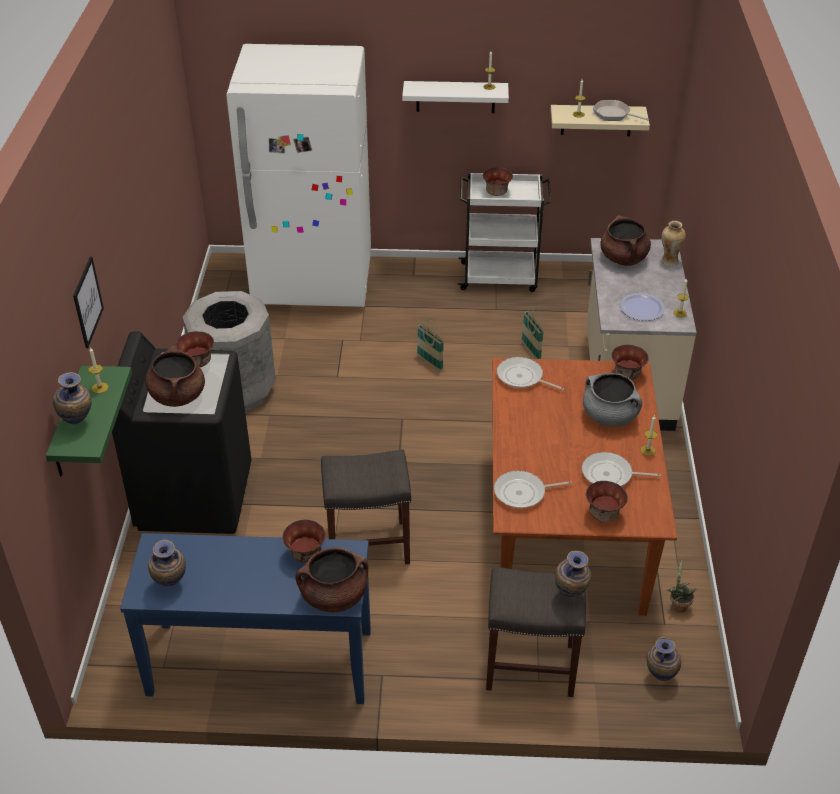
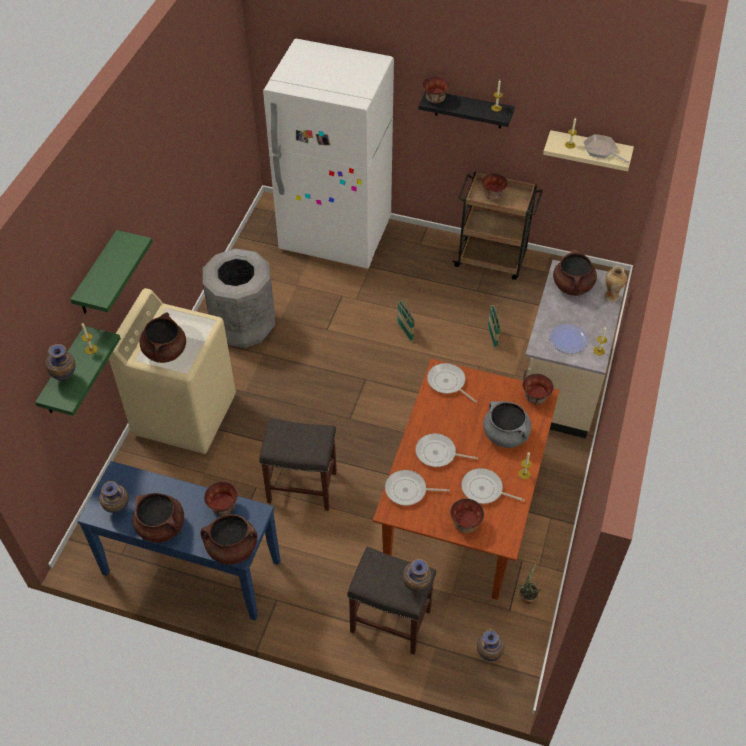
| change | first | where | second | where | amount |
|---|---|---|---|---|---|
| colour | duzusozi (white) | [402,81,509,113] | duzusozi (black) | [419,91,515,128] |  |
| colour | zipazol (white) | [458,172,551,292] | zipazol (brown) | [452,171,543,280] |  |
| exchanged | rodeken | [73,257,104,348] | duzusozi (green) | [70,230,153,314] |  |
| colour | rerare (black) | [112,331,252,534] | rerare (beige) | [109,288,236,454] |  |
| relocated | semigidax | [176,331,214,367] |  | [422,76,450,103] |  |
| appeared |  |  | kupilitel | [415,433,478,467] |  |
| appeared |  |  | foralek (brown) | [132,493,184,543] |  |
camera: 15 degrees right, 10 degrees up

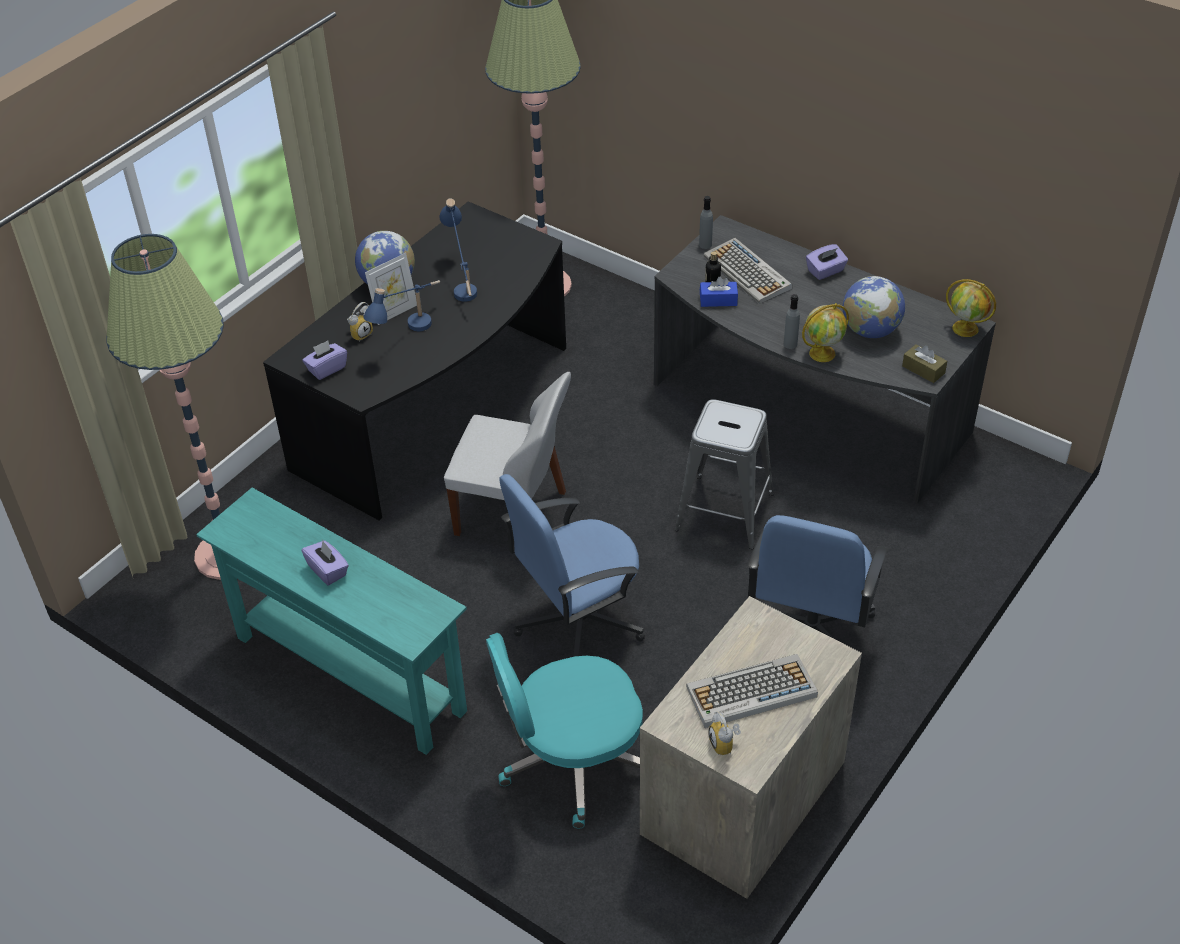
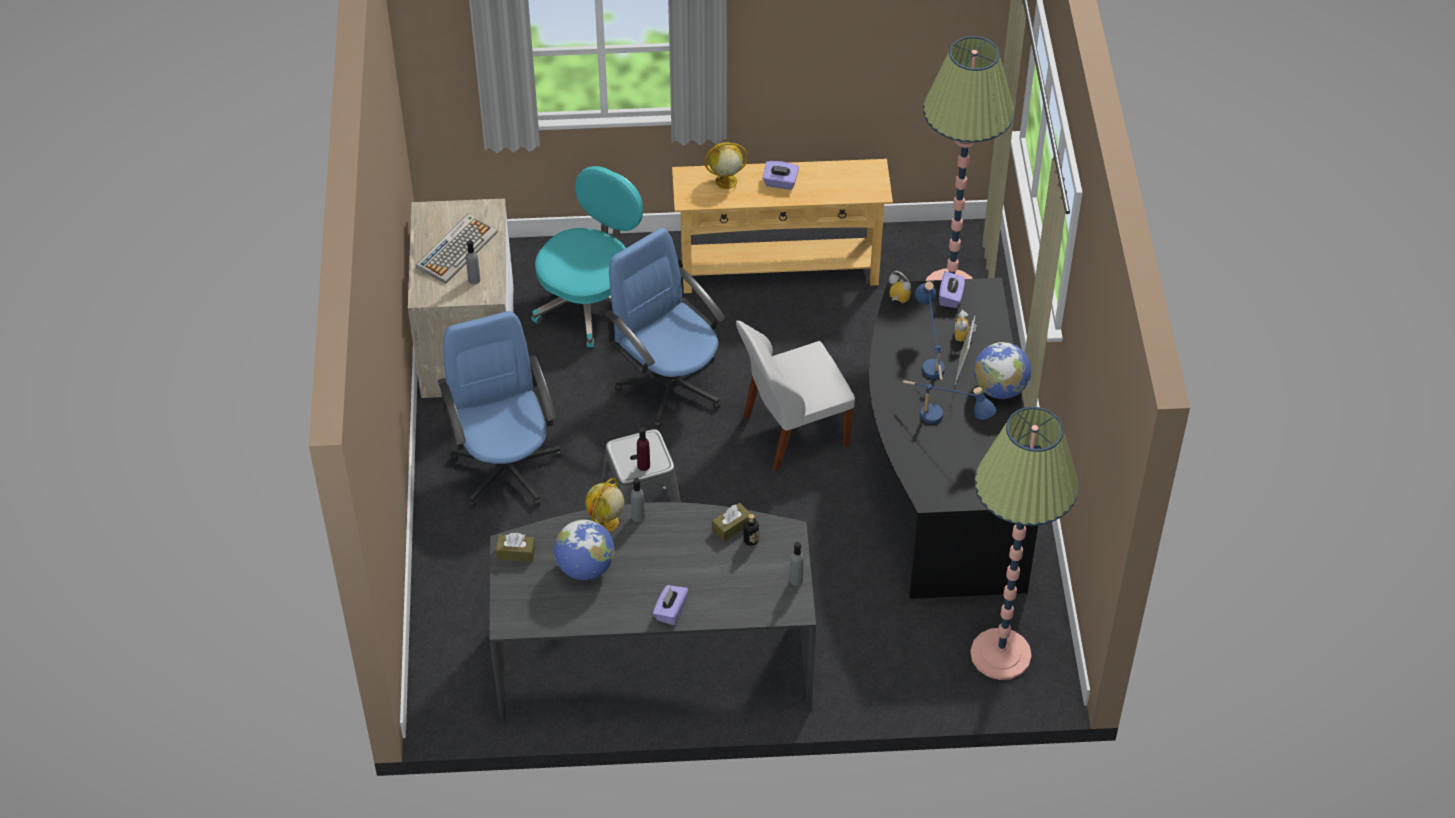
| change | first | where | second | where | amount |
|---|---|---|---|---|---|
| missing | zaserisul | [703,238,792,304] |  |  |  |
| colour | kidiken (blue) | [700,277,738,307] | kidiken (brown) | [712,503,751,542] |  |
| relocated | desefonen | [946,279,996,337] |  | [704,142,748,189] |  |
| spun | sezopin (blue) | [499,474,645,657] |  | [605,228,725,428] | 60 degrees counterclockwise |
| colour | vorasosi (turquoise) | [196,488,467,755] | vorasosi (beige) | [672,159,893,293] |  |
| relocated | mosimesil | [708,711,741,755] |  | [889,271,911,303] |  |
| appeared |  |  | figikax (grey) | [466,240,480,285] |  |
| appeared |  |  | figikax (purple) | [637,427,650,471] |  |
camera: 140 degrees right, 5 degrees up

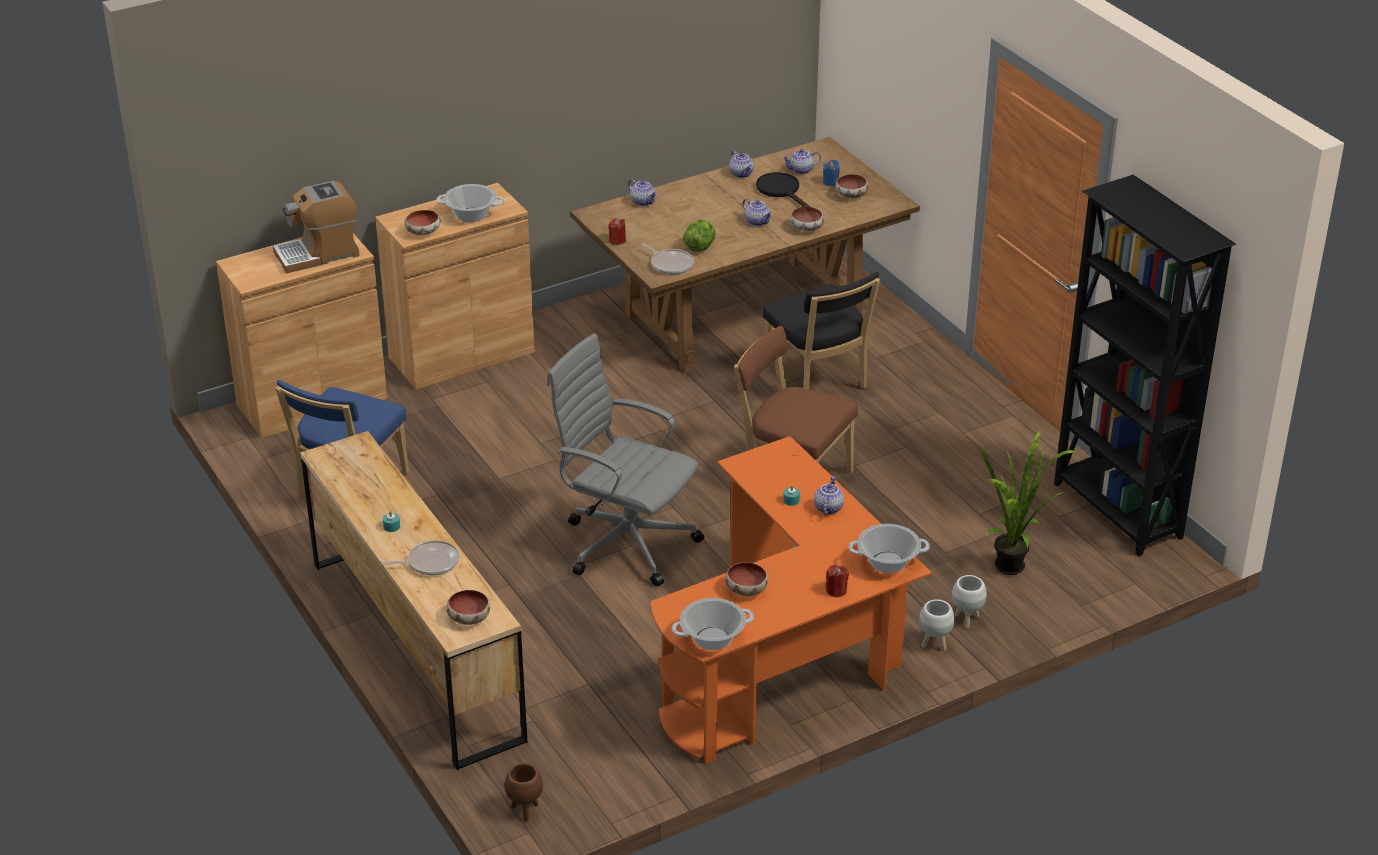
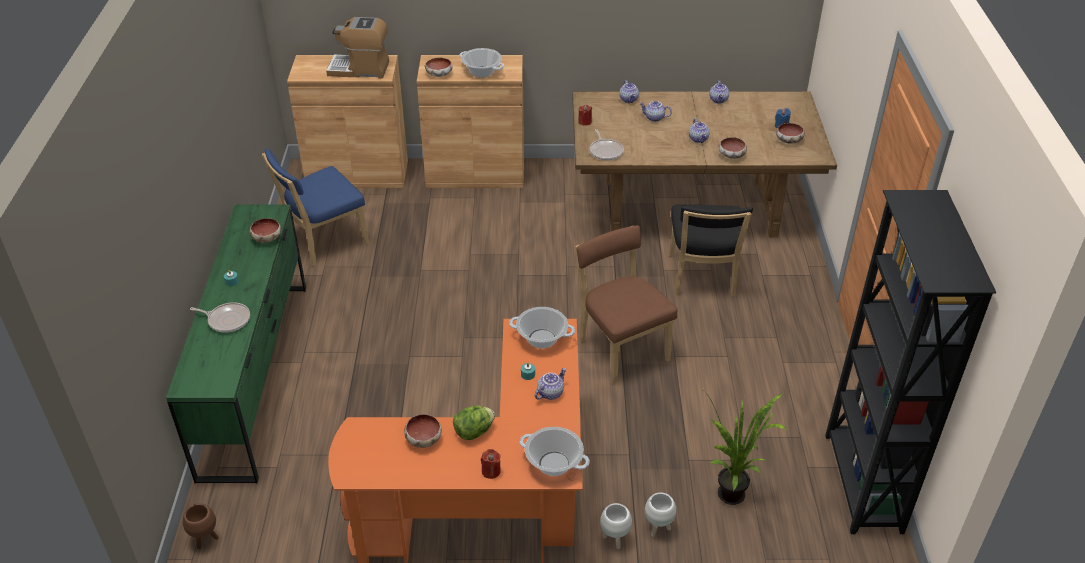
| change | first | where | second | where | amount |
|---|---|---|---|---|---|
| relocated | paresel | [782,149,821,174] |  | [639,101,672,122] |  |
| missing | kupilitel (black) | [756,172,810,207] |  |  |  |
| relocated | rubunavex | [683,220,716,252] |  | [453,406,495,440] |  |
| missing | sezopin (grey) | [547,333,704,586] |  |  |  |
| colour | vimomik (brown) | [300,431,528,770] | vimomik (green) | [166,204,306,483] |  |
| relocated | semigidax | [446,590,490,625] |  | [250,218,281,243] |  |
| relocated | foralek | [672,598,754,650] |  | [509,307,575,349] |  |
camera: 30 degrees right, 5 degrees up

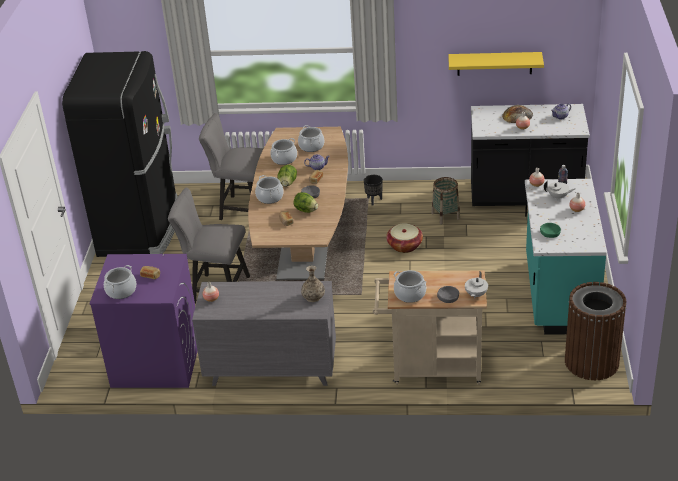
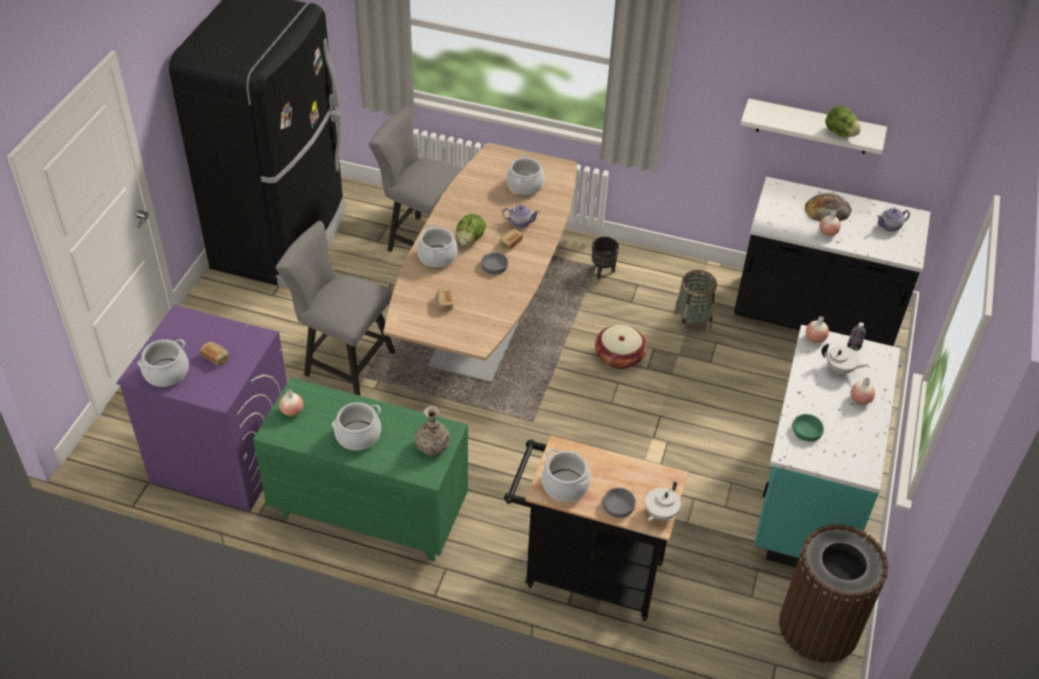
| change | first | where | second | where | amount |
|---|---|---|---|---|---|
| colour | duzusozi (yellow) | [448,52,544,76] | duzusozi (white) | [740,99,887,154] |  |
| relocated | foralek | [270,138,297,165] |  | [332,402,381,450] |  |
| relocated | rubunavex | [294,192,318,213] |  | [825,106,861,137] |  |
| colour | zipazol (beige) | [373,271,487,385] | zipazol (black) | [504,435,688,621] |  |
| colour | vimomik (grey) | [192,281,336,386] | vimomik (green) | [253,378,468,561] |  |
camera: 10 degrees right, 10 degrees up

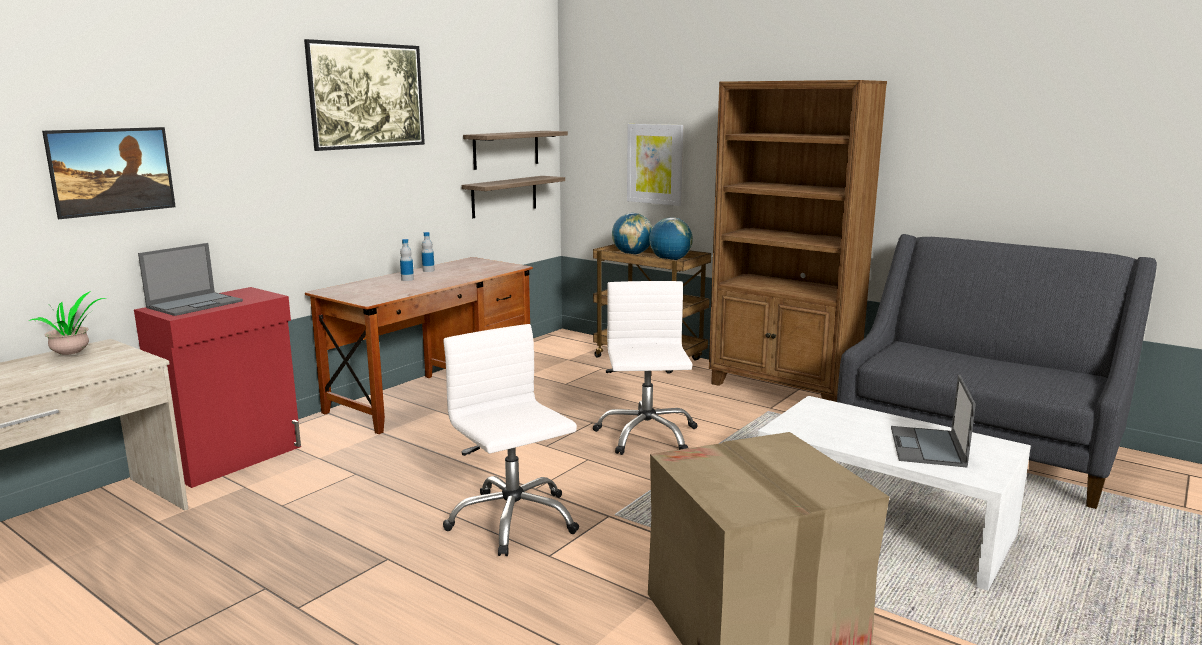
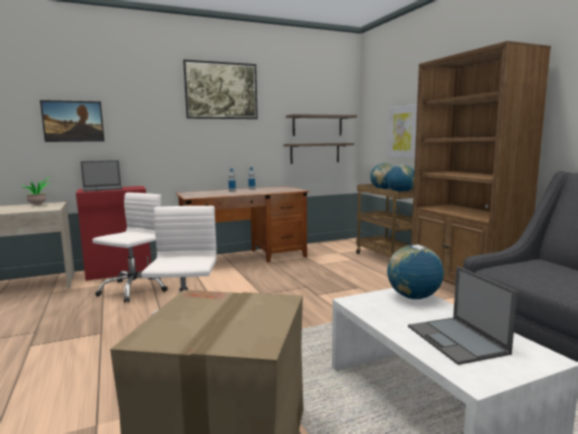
| change | first | where | second | where | amount |
|---|---|---|---|---|---|
| relocated | sezopin (white) | [593,281,697,455] |  | [92,193,168,303] |  |
| spun | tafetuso | [891,375,976,467] |  | [408,266,518,365] | 60 degrees counterclockwise |
| appeared |  |  | desefonen | [387,245,444,299] |  |
camera: 30 degrees right, 5 degrees down

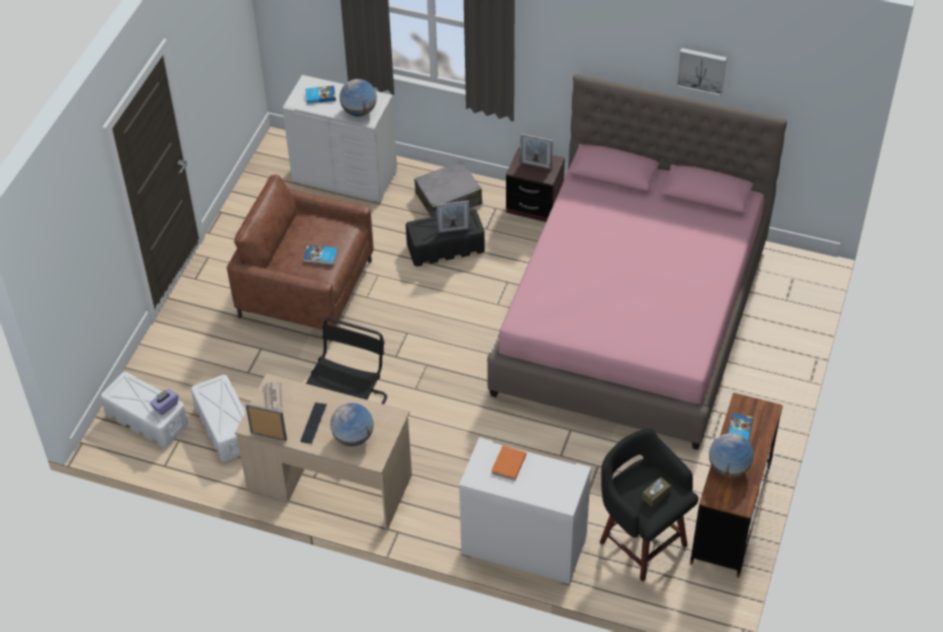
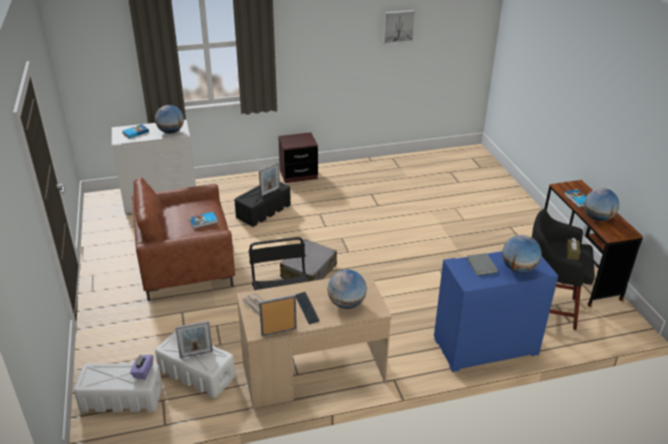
| change | first | where | second | where | amount |
|---|---|---|---|---|---|
| missing | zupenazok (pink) | [487,74,787,450] |  |  |  |
| relocated | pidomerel | [520,133,553,170] |  | [175,321,213,358] |  |
| relocated | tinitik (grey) | [414,161,482,217] |  | [280,239,337,281] |  |
| colour | vimomik (white) | [459,437,591,586] | vimomik (blue) | [434,251,558,372] |  |
| colour | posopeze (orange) | [491,446,527,480] | posopeze (grey) | [466,253,498,276] |  |
| appeared |  |  | desefonen | [502,235,542,273] |  |
camera: 35 degrees left, 15 degrees down

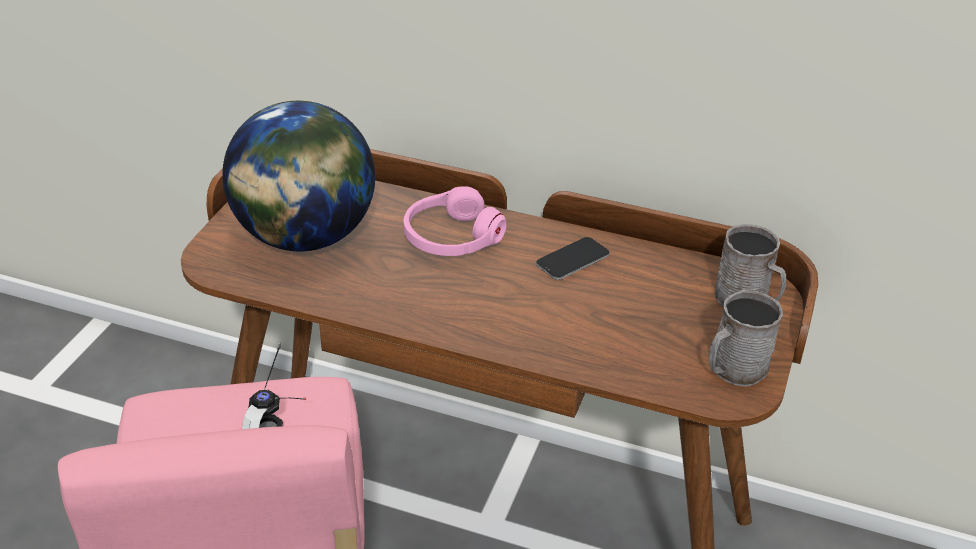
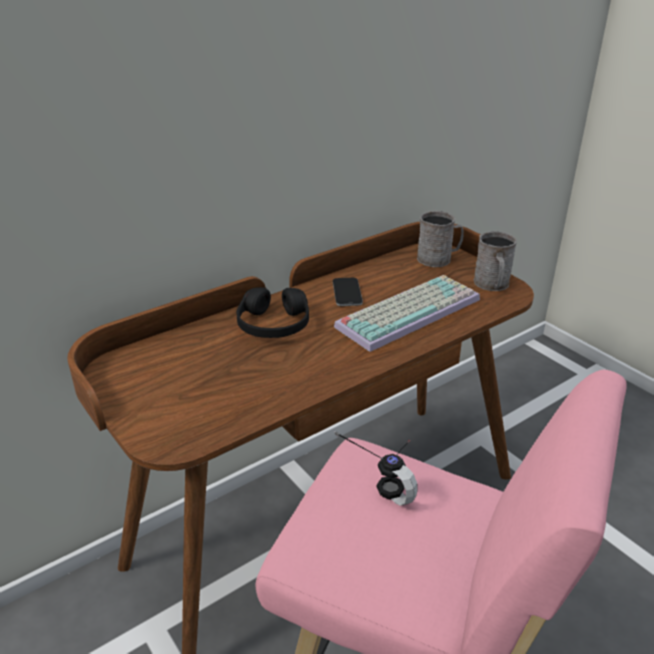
| change | first | where | second | where | amount |
|---|---|---|---|---|---|
| missing | desefonen | [223,101,375,252] |  |  |  |
| colour | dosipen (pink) | [403,186,507,256] | dosipen (black) | [236,287,309,338] |  |
| appeared |  |  | zaserisul | [334,275,480,352] |  |
camera: 55 degrees left, 5 degrees down

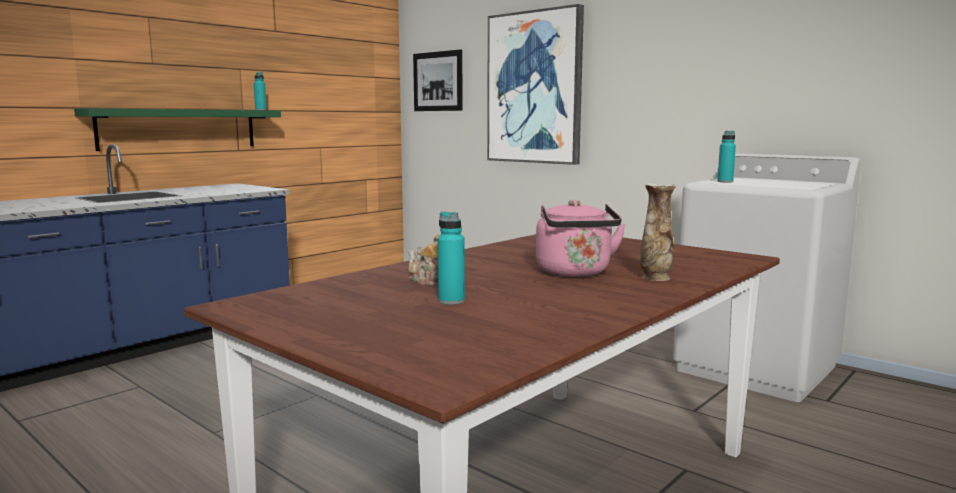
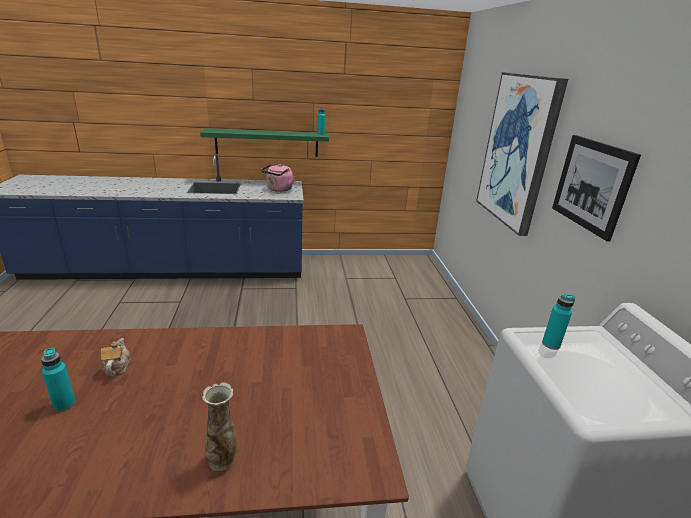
| change | first | where | second | where | amount |
|---|---|---|---|---|---|
| relocated | rodeken | [413,49,463,111] |  | [552,135,641,242] |  |
| relocated | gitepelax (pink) | [536,200,626,277] |  | [261,164,295,192] |  |
camera: 40 degrees right, 15 degrees up

